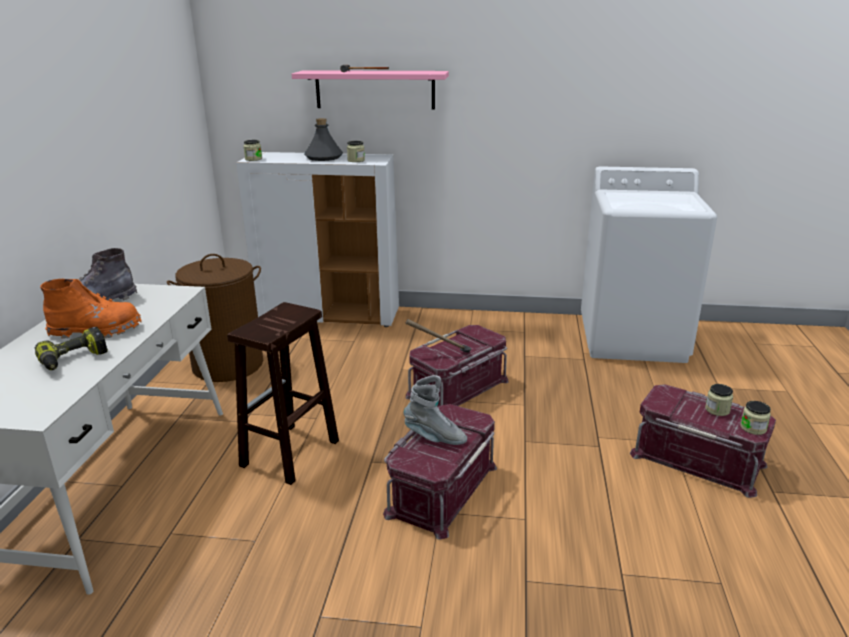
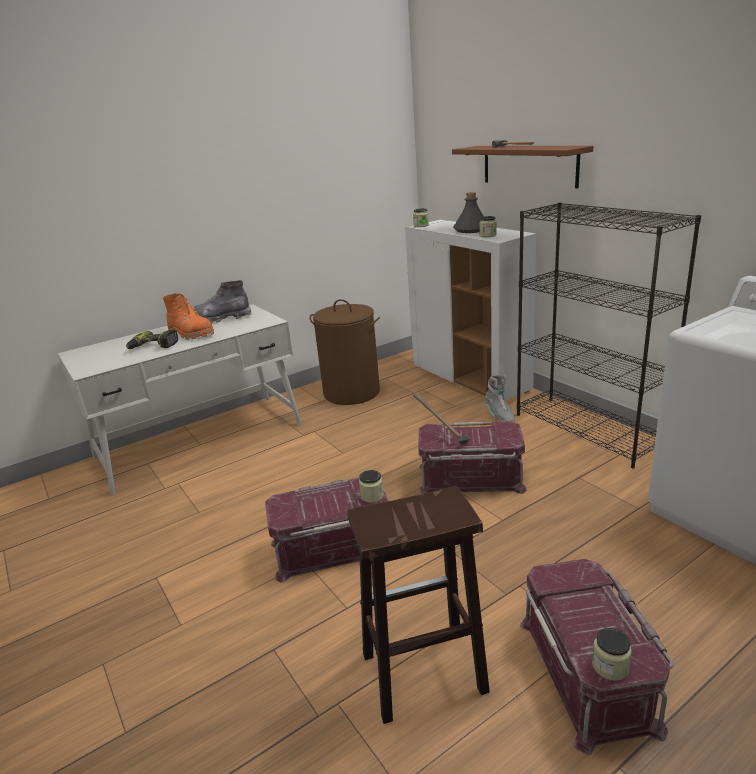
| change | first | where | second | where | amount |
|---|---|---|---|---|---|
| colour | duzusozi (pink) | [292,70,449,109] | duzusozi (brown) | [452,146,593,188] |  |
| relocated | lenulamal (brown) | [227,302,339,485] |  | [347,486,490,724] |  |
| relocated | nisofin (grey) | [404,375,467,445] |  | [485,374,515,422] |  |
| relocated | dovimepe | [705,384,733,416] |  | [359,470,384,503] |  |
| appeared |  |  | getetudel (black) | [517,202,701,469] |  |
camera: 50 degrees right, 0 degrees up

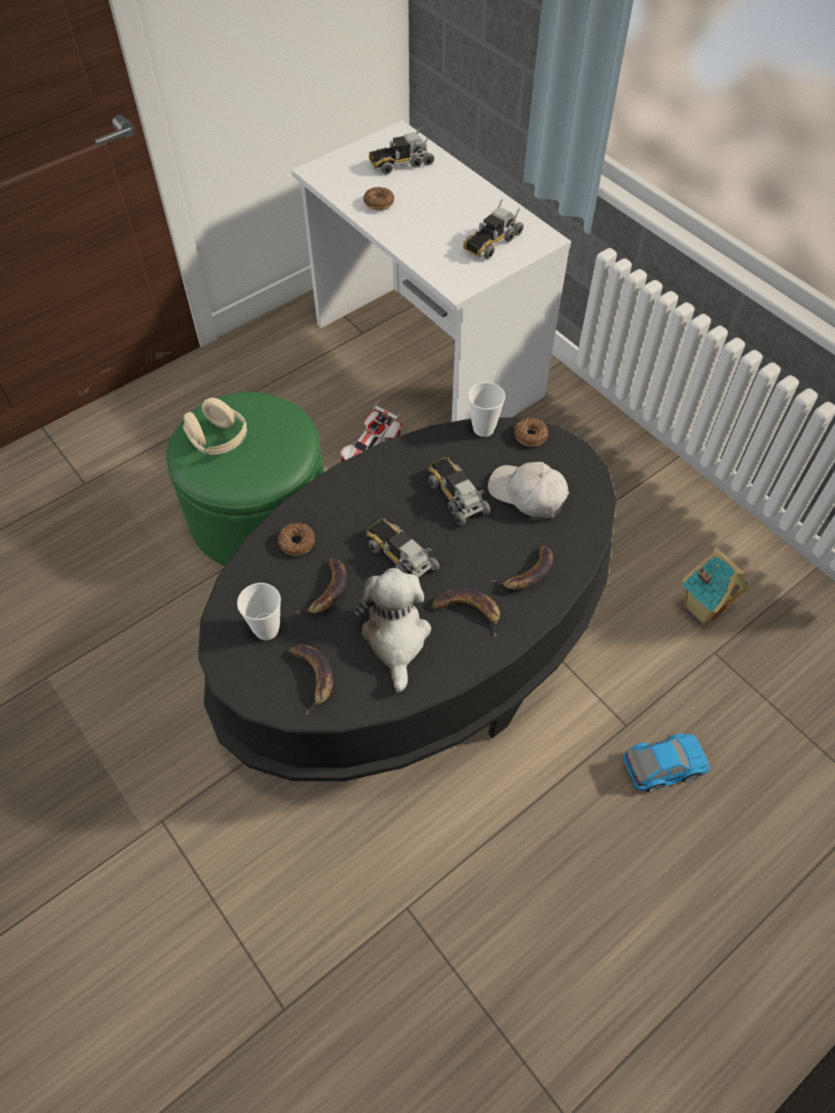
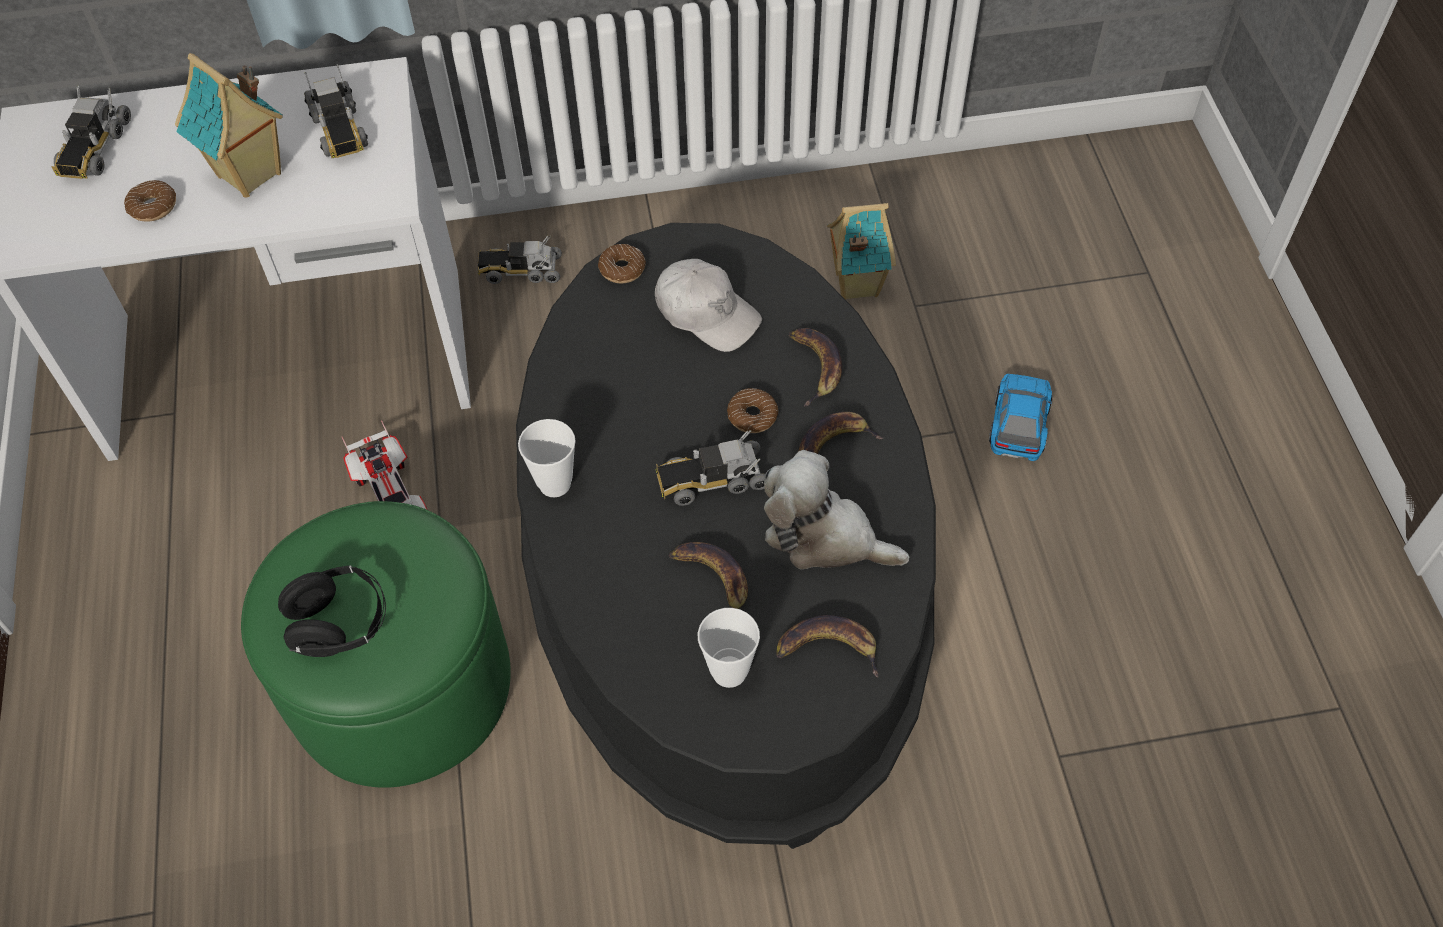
| change | first | where | second | where | amount |
|---|---|---|---|---|---|
| relocated | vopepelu | [468,382,505,437] |  | [518,419,576,497] |  |
| colour | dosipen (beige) | [182,398,247,455] | dosipen (black) | [278,565,386,657] |  |
| relocated | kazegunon | [429,457,490,526] |  | [478,236,562,284] |  |
| spun | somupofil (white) | [488,462,569,519] |  | [655,259,762,352] | 120 degrees counterclockwise |
| relocated | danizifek | [278,523,315,556] |  | [727,388,778,433] |  |
| appeared |  |  | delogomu | [175,53,283,198] |  |
camera: 60 degrees left, 0 degrees up

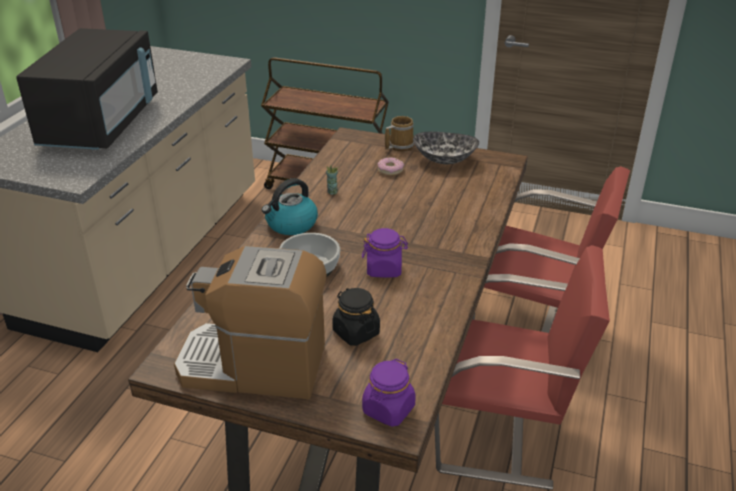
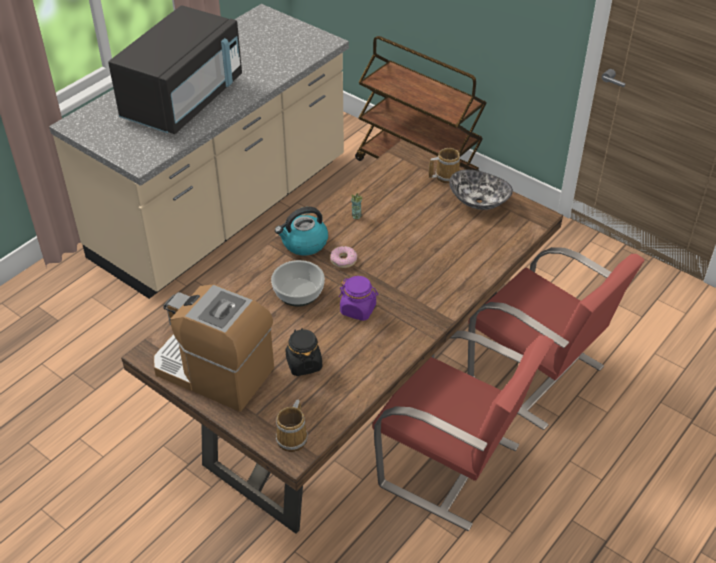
| change | first | where | second | where | amount |
|---|---|---|---|---|---|
| relocated | danizifek | [378,157,404,176] |  | [330,246,357,268] |  |
| exchanged | dovimepe (purple) | [362,359,416,427] | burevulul | [276,400,308,452] |  |
camera: 20 degrees right, 10 degrees up

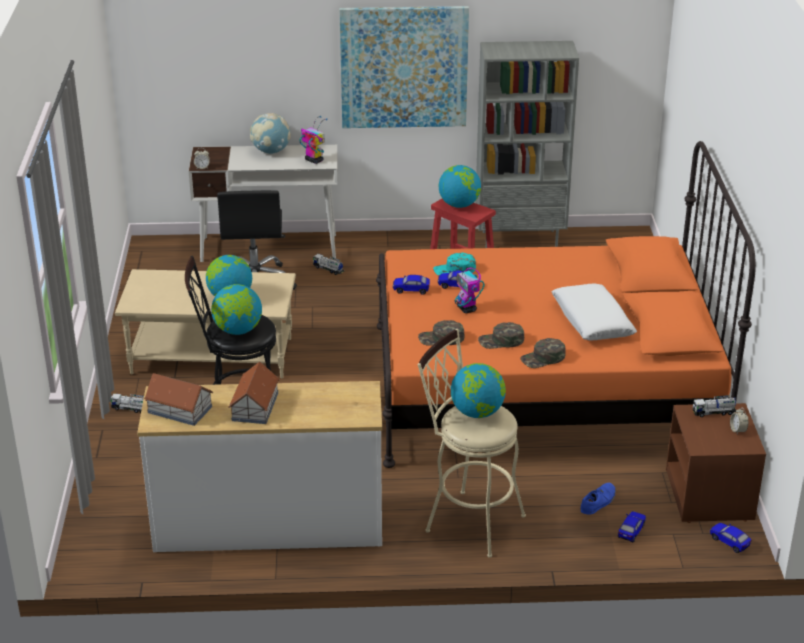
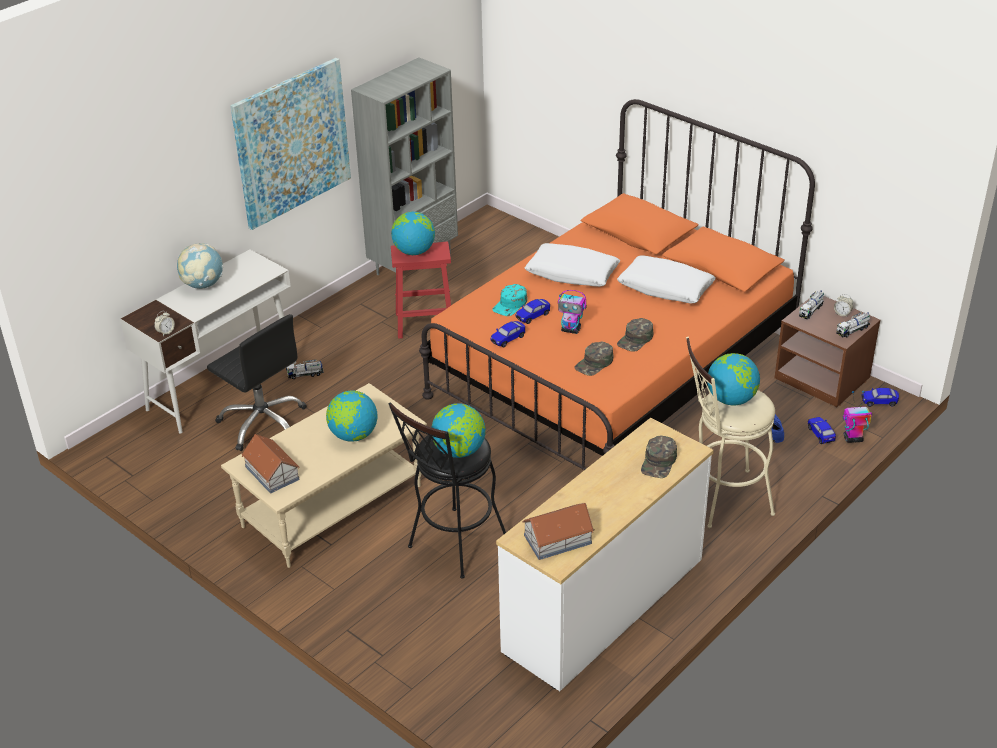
| change | first | where | second | where | amount |
|---|---|---|---|---|---|
| relocated | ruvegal | [299,116,328,164] |  | [843,391,872,443] |  |
| relocated | somupofil (green) | [520,338,566,368] |  | [641,436,677,478] |  |
| relocated | delogomu | [228,362,279,424] |  | [242,434,300,493] |  |
| relocated | kazegunon | [110,393,144,413] |  | [836,312,870,338] |  |
| appeared |  |  | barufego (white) | [524,243,620,287] |  |
camera: 45 degrees left, 5 degrees up

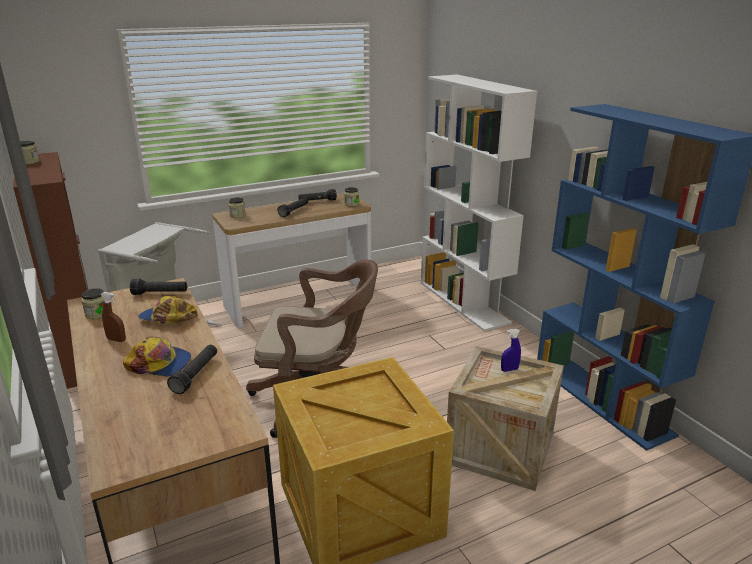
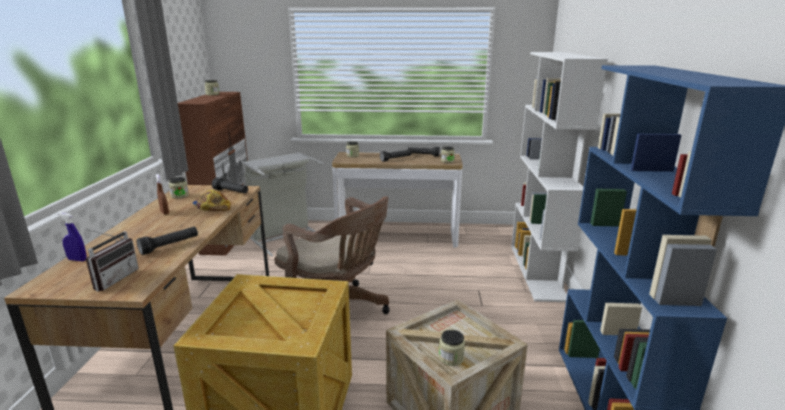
| change | first | where | second | where | amount |
|---|---|---|---|---|---|
| relocated | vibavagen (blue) | [501,329,521,372] |  | [57,213,87,261] |  |
| missing | somupofil | [123,336,191,377] |  |  |  |
| appeared |  |  | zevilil | [85,229,139,291] |  |
| appeared |  |  | dovimepe | [439,330,465,366] |  |
camera: 30 degrees right, 5 degrees down

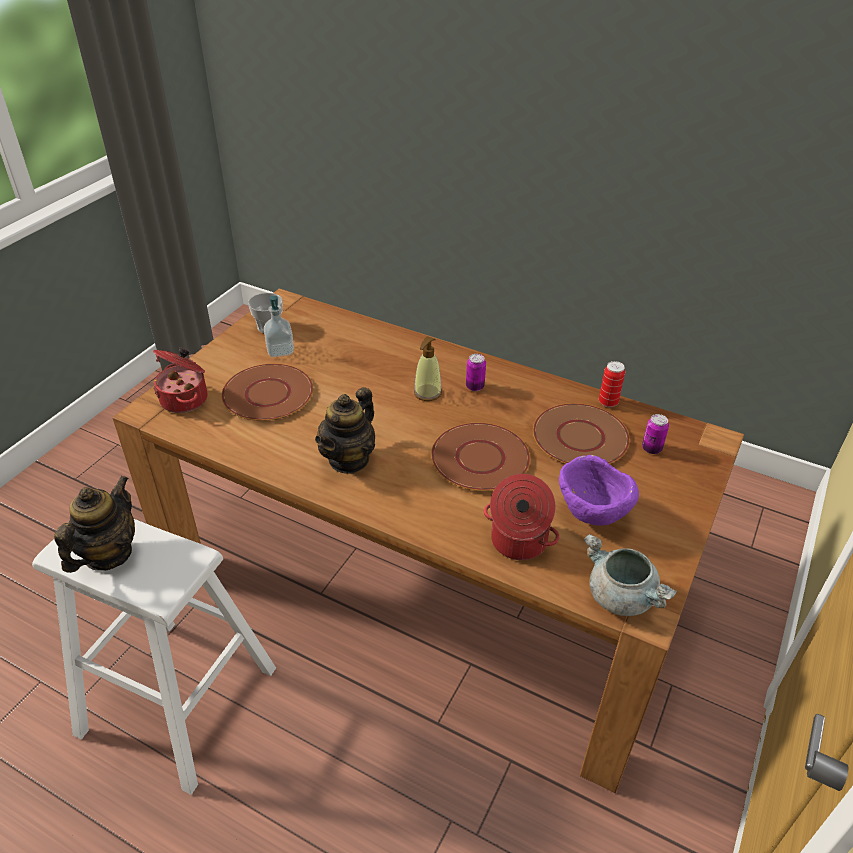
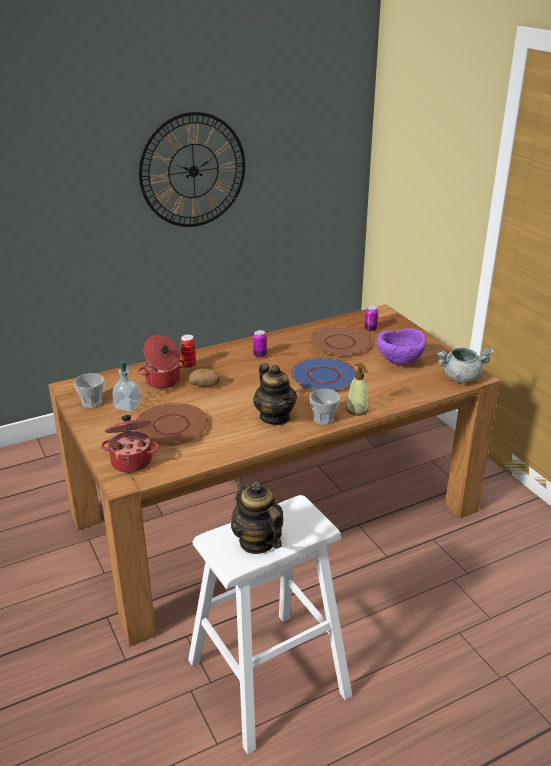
| change | first | where | second | where | amount |
|---|---|---|---|---|---|
| relocated | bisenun | [414,336,442,401] |  | [346,363,369,416] |  |
| relocated | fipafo | [599,361,625,407] |  | [180,334,196,369] |  |
| colour | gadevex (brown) | [431,423,530,491] | gadevex (blue) | [291,357,356,391] |  |
| relocated | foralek | [484,474,560,560] |  | [137,335,187,389] |  |
| appeared |  |  | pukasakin | [139,112,245,227] |  |
| appeared |  |  | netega | [188,369,220,387] |  |
| appeared |  |  | vopepelu | [309,389,340,425] |  |
camera: 55 degrees left, 10 degrees down

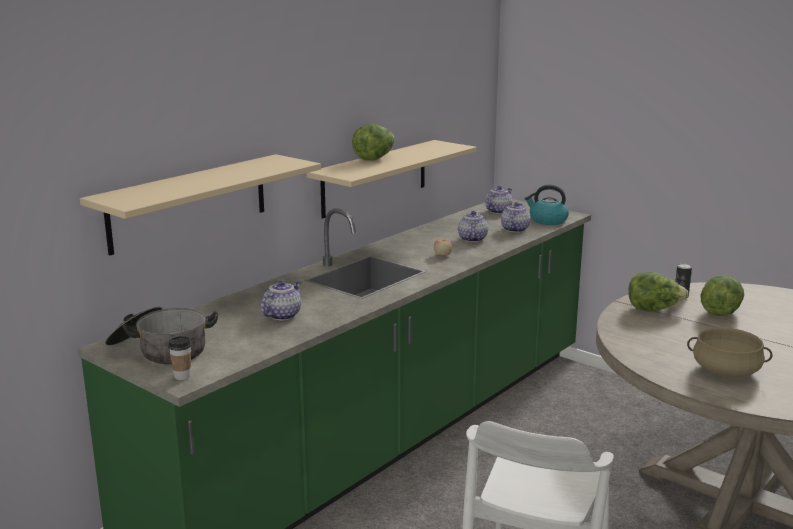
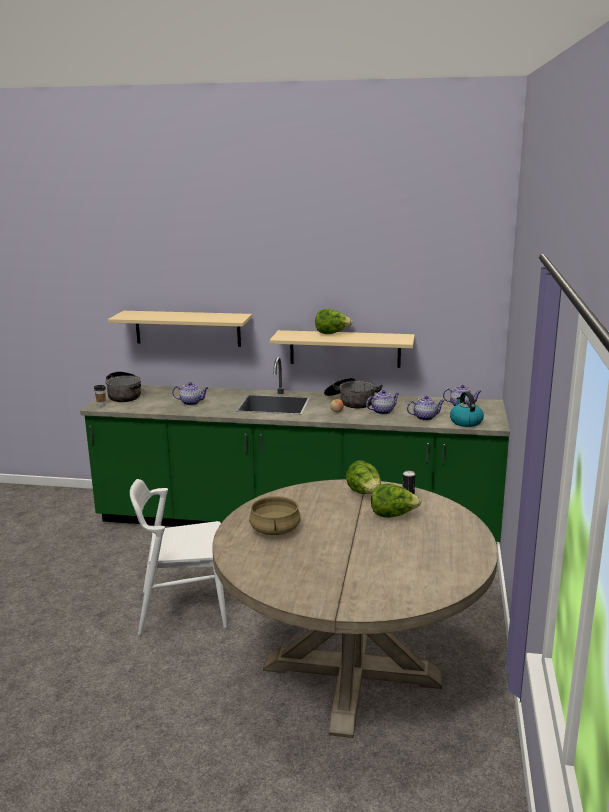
| change | first | where | second | where | amount |
|---|---|---|---|---|---|
| appeared |  |  | foralek | [324,378,383,408] |  |
camera: 60 degrees right, 0 degrees up

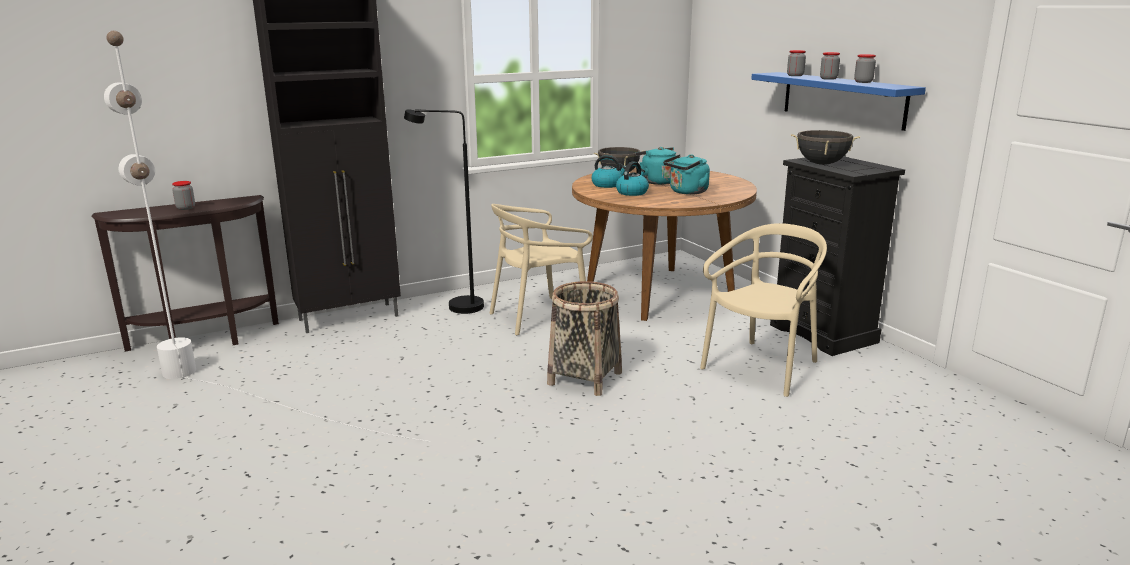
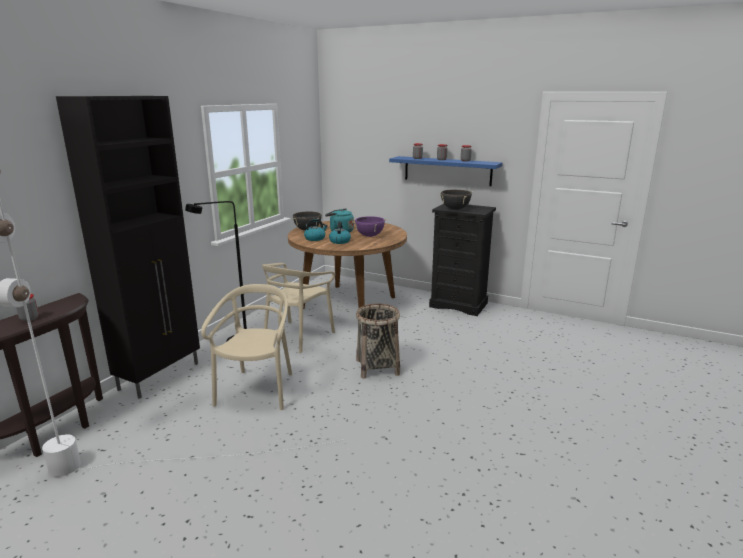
| change | first | where | second | where | amount |
|---|---|---|---|---|---|
| exchanged | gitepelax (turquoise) | [663,154,710,195] | foralek (purple) | [352,216,387,237] |  |
| relocated | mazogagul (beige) | [700,223,827,397] |  | [201,284,292,410] |  |
camera: 35 degrees left, 0 degrees up

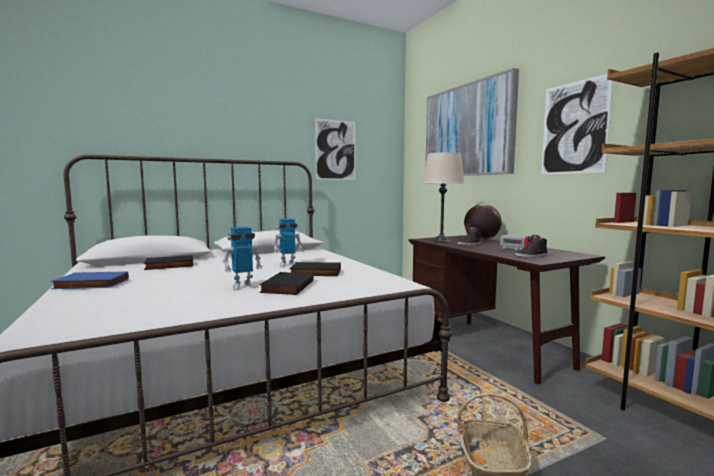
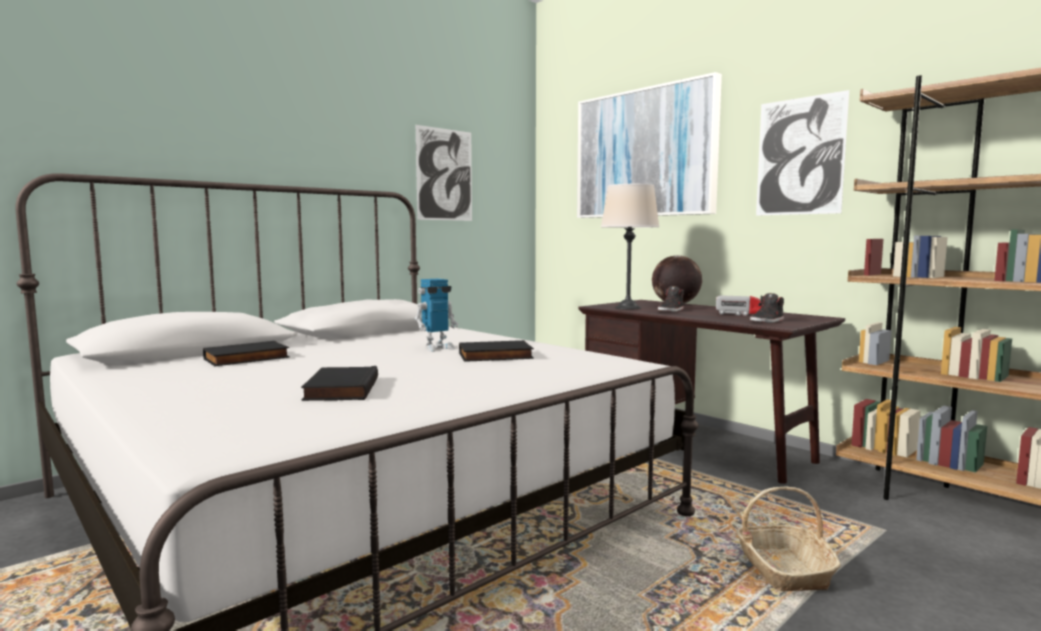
| change | first | where | second | where | amount |
|---|---|---|---|---|---|
| missing | ruvegal | [223,227,263,290] |  |  |  |
| missing | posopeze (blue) | [51,271,129,289] |  |  |  |
| relocated | posopeze (black) | [259,272,313,295] |  | [301,366,378,401] |  |
camera: 15 degrees left, 0 degrees up

